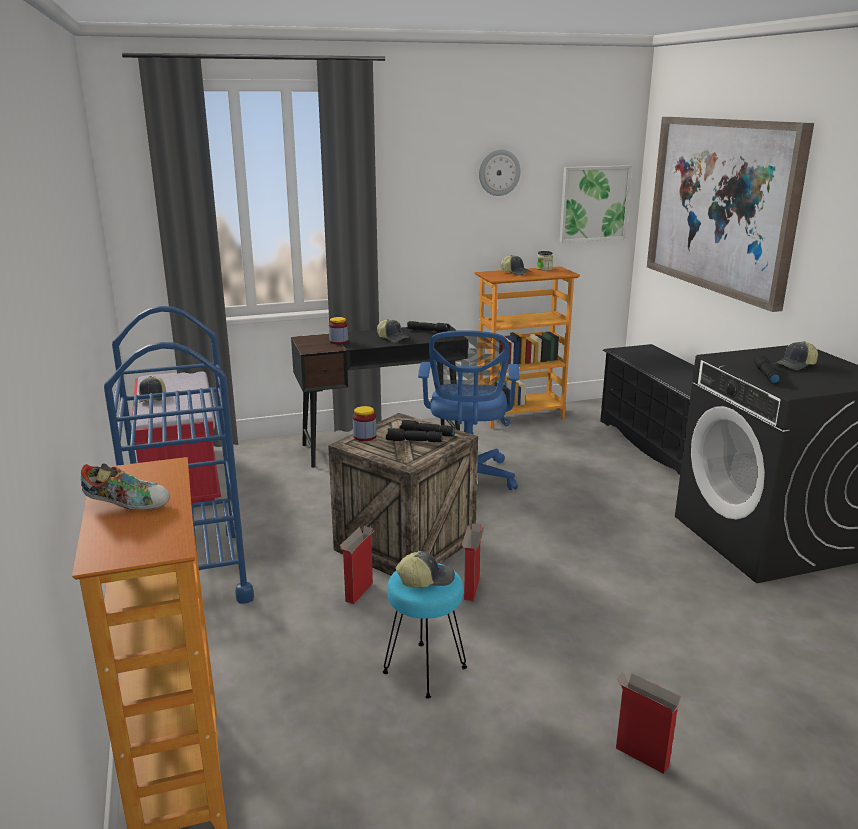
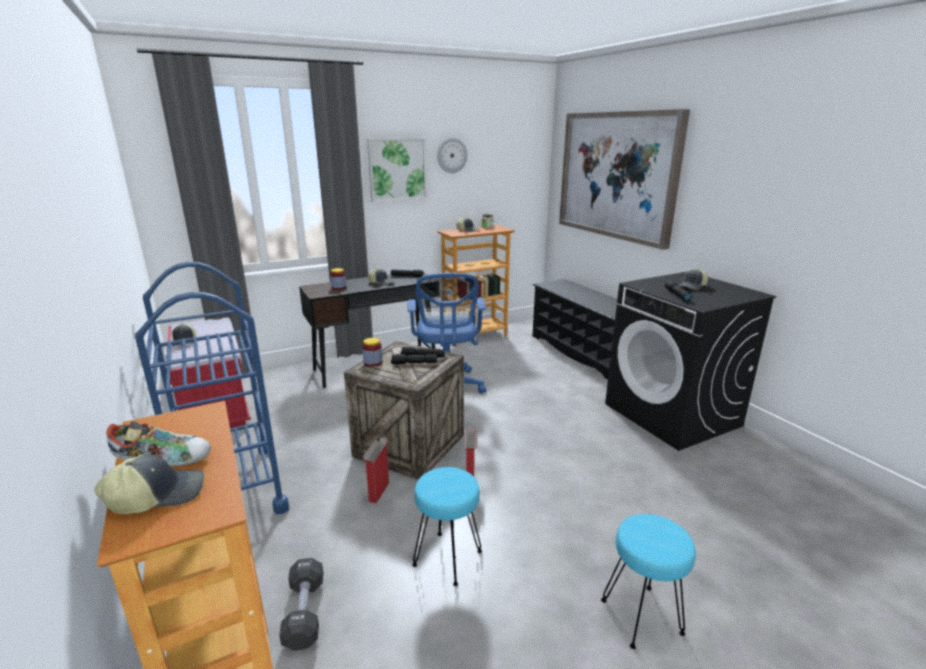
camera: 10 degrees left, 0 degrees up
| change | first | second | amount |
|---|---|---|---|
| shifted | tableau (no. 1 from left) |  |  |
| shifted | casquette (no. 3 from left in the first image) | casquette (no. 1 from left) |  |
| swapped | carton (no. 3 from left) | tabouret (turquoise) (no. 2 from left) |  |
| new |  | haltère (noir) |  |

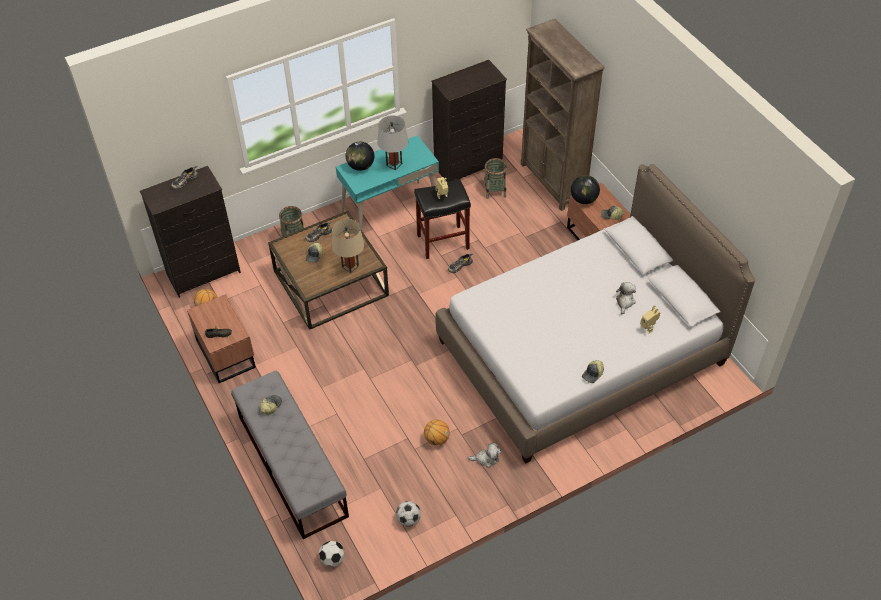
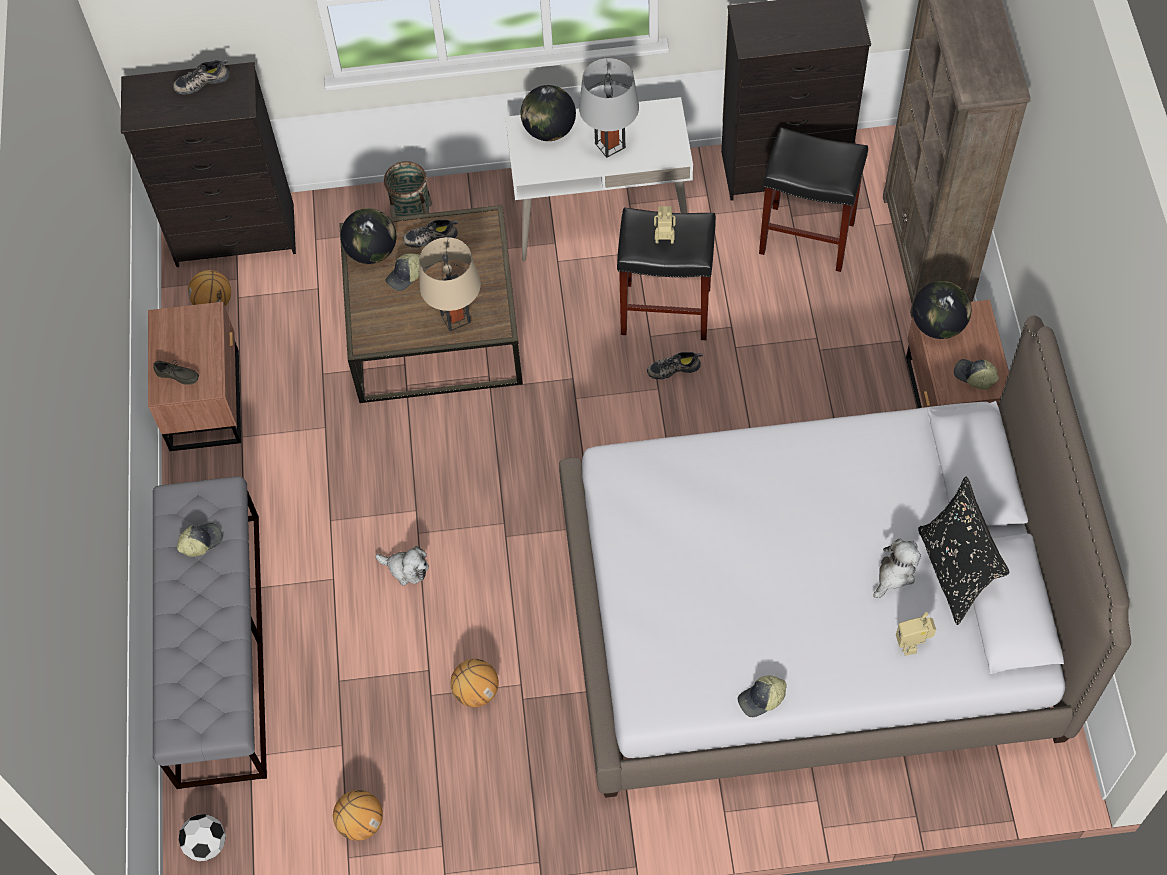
camera: 25 degrees right, 10 degrees up
| change | first | second | amount |
|---|---|---|---|
| repainted | bureau (turquoise) | bureau (blanc) |  |
| swapped | panier (no. 2 from left) | tabouret (noir) (no. 2 from left) |  |
| shifted | peluche (no. 1 from left) |  |  |
| swapped | ballon de foot (no. 2 from left) | ballon de basket (no. 2 from left) |  |
| new |  | globe (no. 1 from left) |  |
| new |  | coussin (noir) |  |

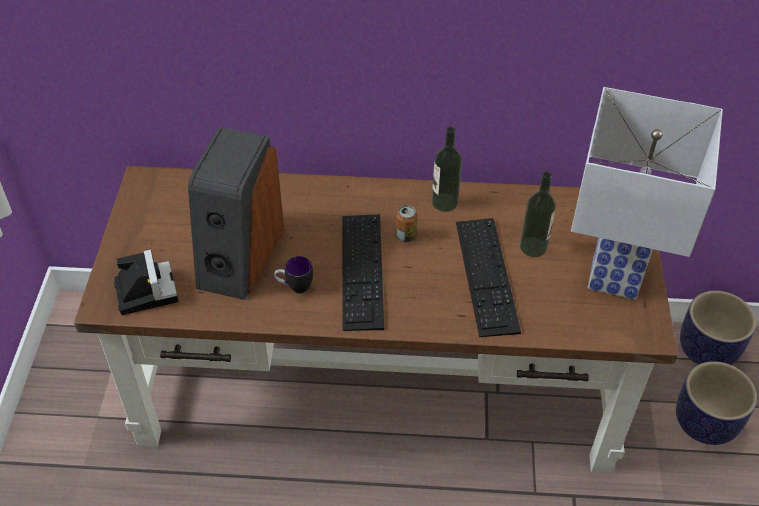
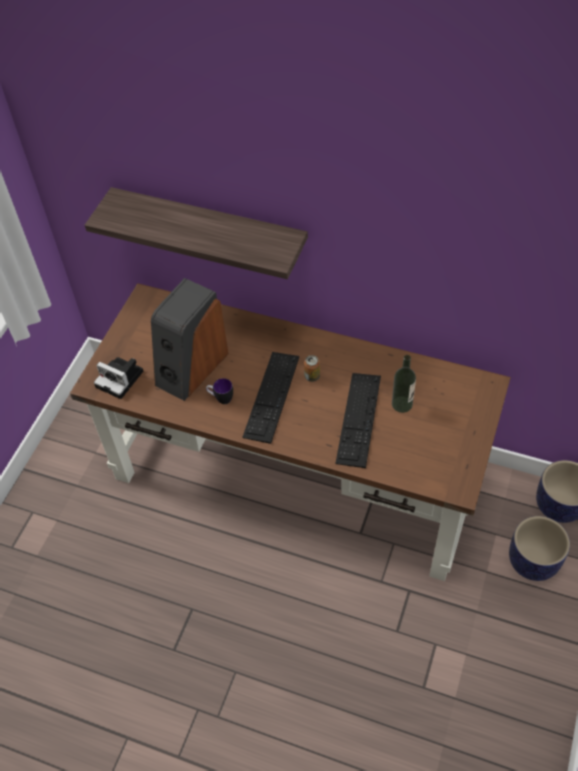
camera: 20 degrees right, 5 degrees up
| change | first | second | amount |
|---|---|---|---|
| gone | lampe de table (blanc) |  |  |
| gone | bouteille (no. 1 from left) |  |  |
| rotated | appareil photo |  | 120 degrees clockwise |
| new |  | étagère |  |

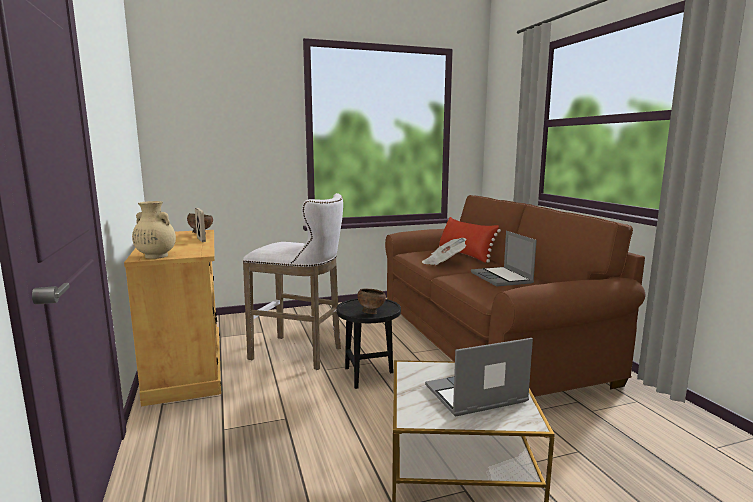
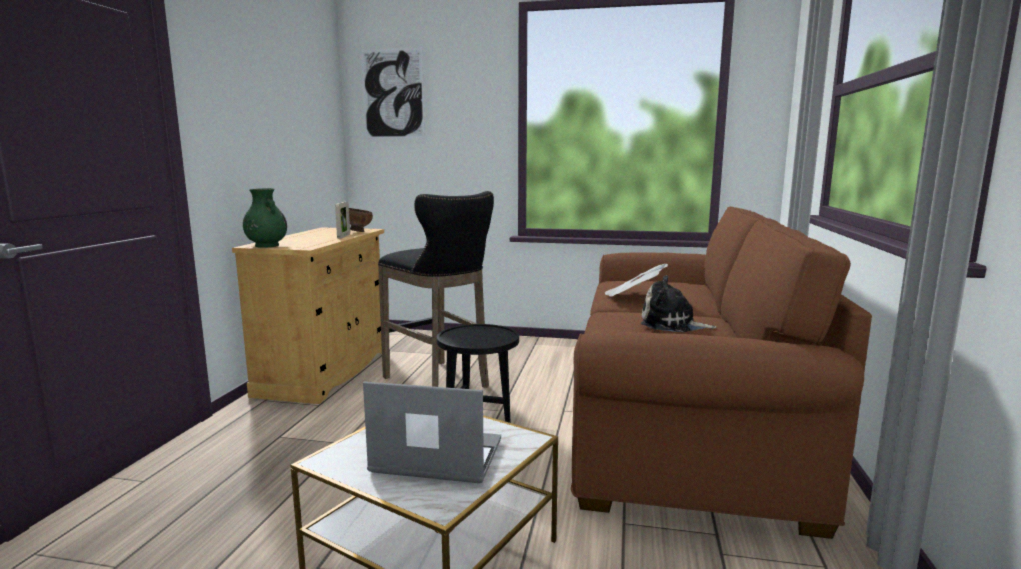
camera: 30 degrees right, 0 degrees up
| change | first | second | amount |
|---|---|---|---|
| repainted | tabouret (blanc) | tabouret (noir) |  |
| repainted | vase (beige) | vase (vert) |  |
| gone | coussin (rouge) |  |  |
| swapped | ordinateur portable (no. 2 from left) | peluche |  |
| gone | bol (marron) (no. 2 from left) |  |  |
| new |  | tableau |  |

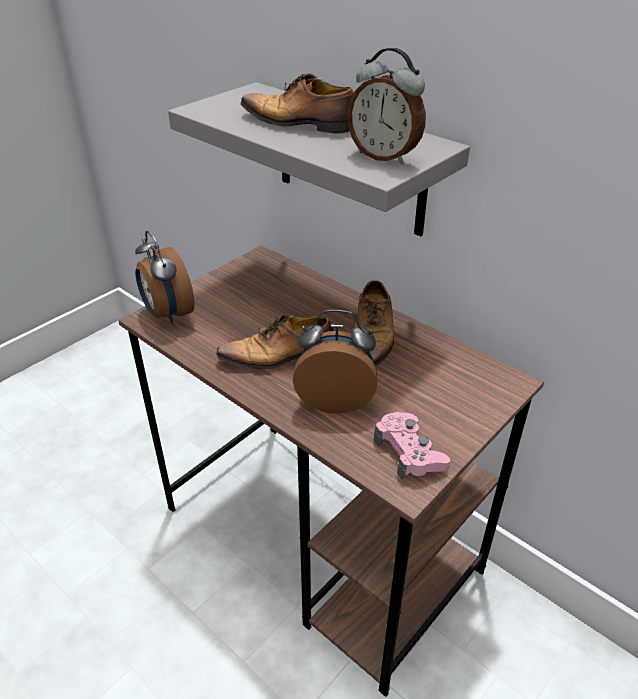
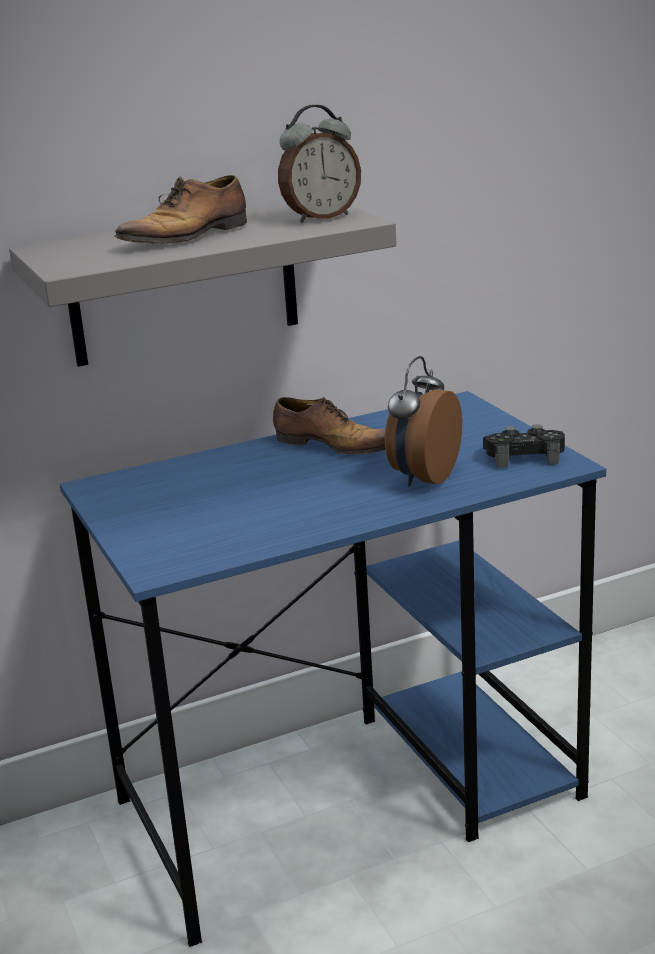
camera: 65 degrees left, 15 degrees down
| change | first | second | amount |
|---|---|---|---|
| gone | réveil (no. 1 from left) |  |  |
| repainted | bureau (marron) | bureau (bleu) |  |
| gone | chaussure (no. 1 from left) |  |  |
| repainted | manette (rose) | manette (noir) |  |

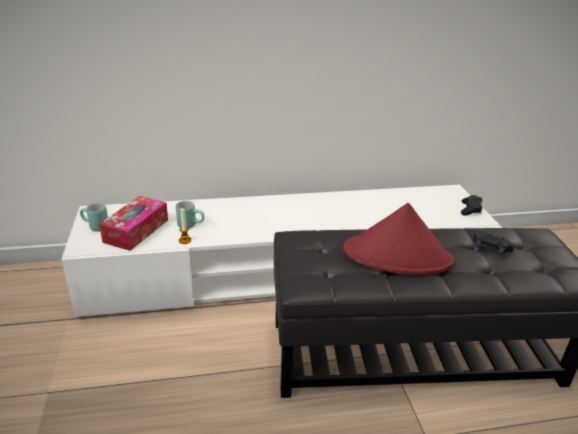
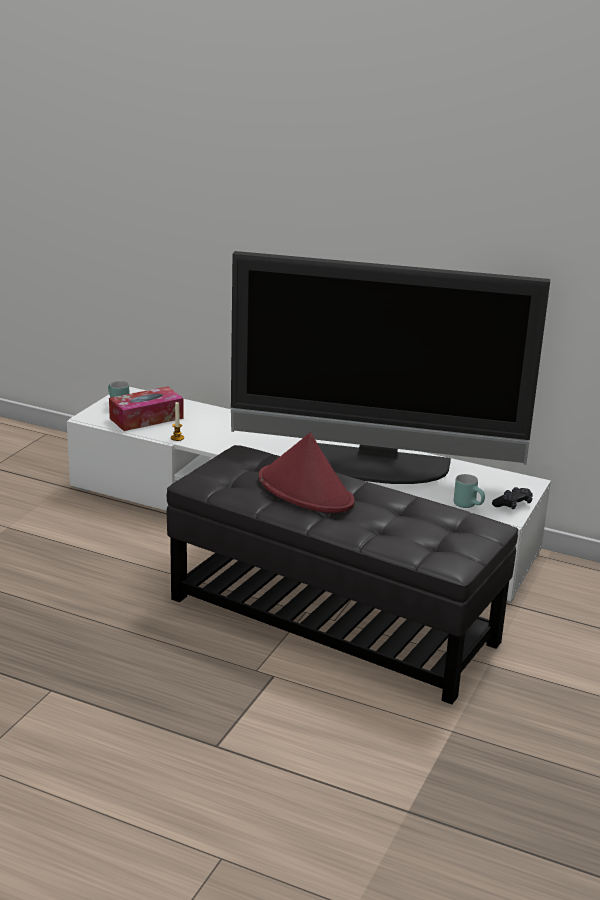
camera: 35 degrees right, 5 degrees down
| change | first | second | amount |
|---|---|---|---|
| shifted | mug (turquoise) (no. 2 from left) |  |  |
| gone | manette (noir) (no. 2 from left) |  |  |
| new |  | téléviseur |  |

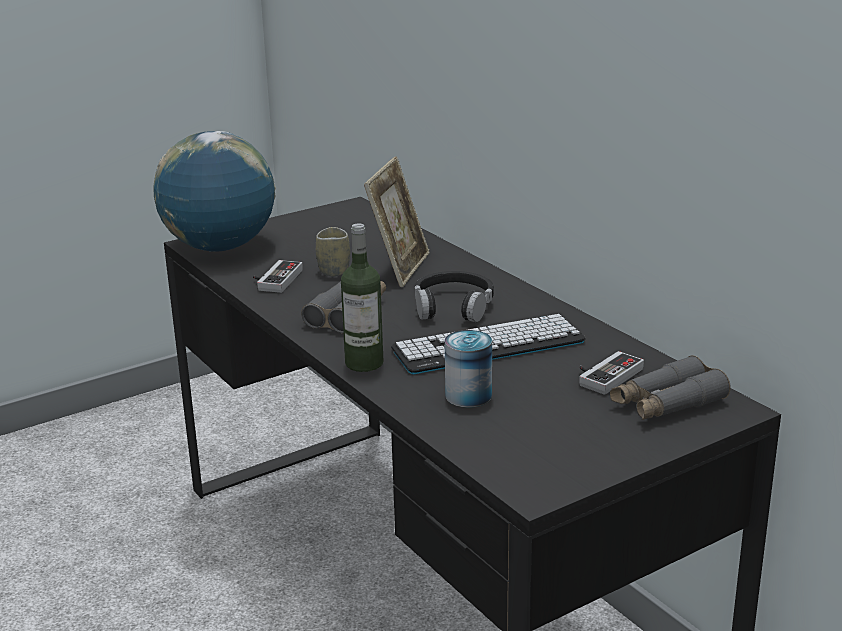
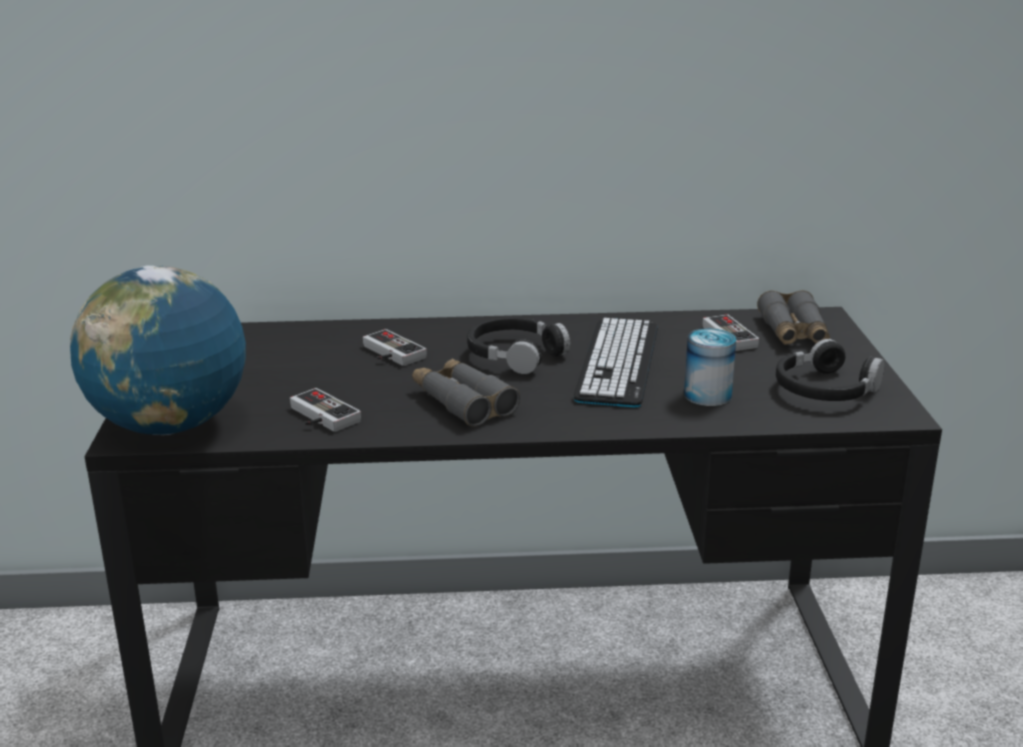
camera: 60 degrees left, 0 degrees up
| change | first | second | amount |
|---|---|---|---|
| swapped | cadre photo | manette (no. 2 from left) |  |
| gone | bouteille |  |  |
| gone | tasse |  |  |
| new |  | casque audio (noir) (no. 2 from left) |  |

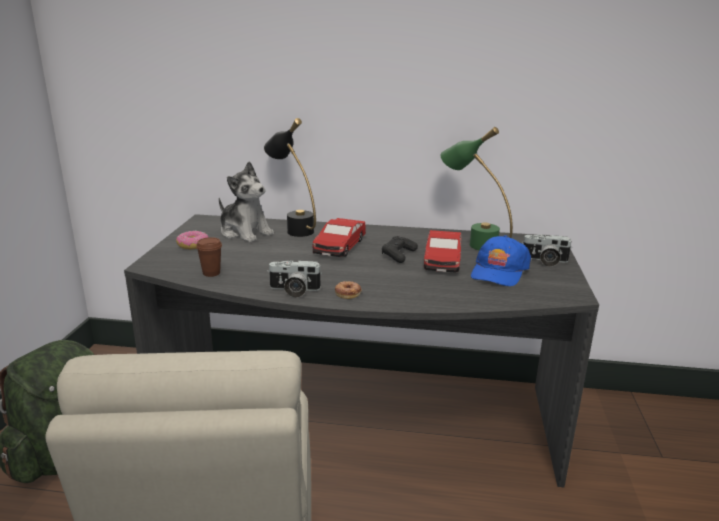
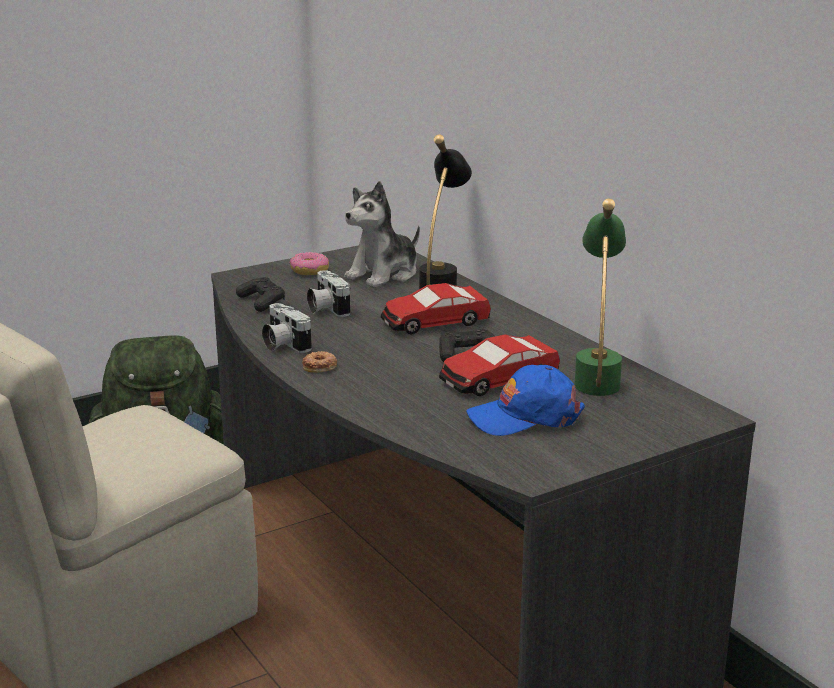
camera: 50 degrees right, 0 degrees up
| change | first | second | amount |
|---|---|---|---|
| rotated | peluche |  | 45 degrees clockwise |
| shifted | appareil photo (no. 2 from left) |  |  |
| swapped | tasse (marron) | manette (noir) (no. 1 from left) |  |

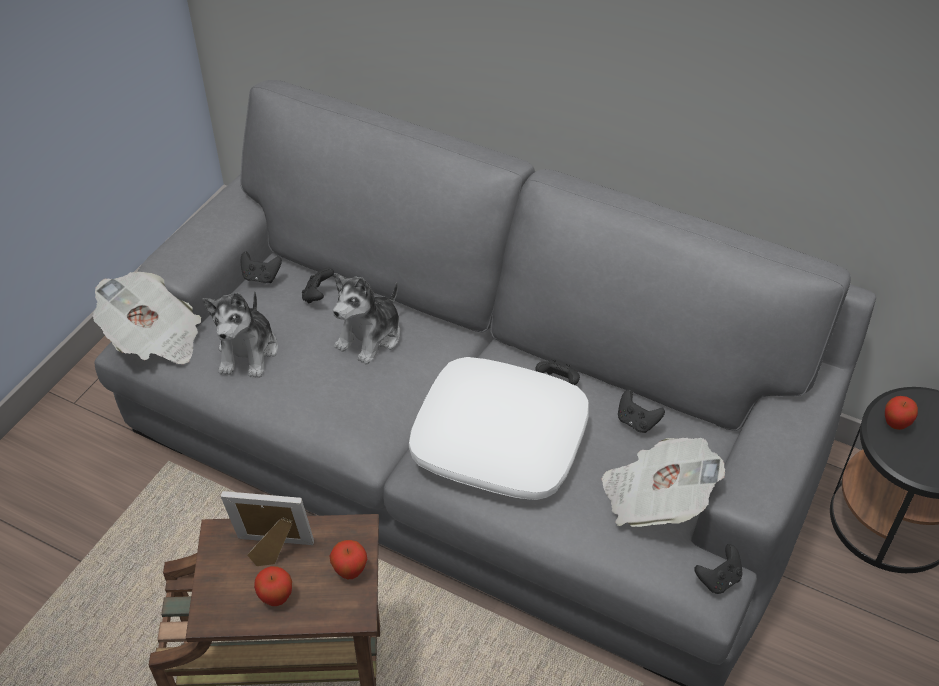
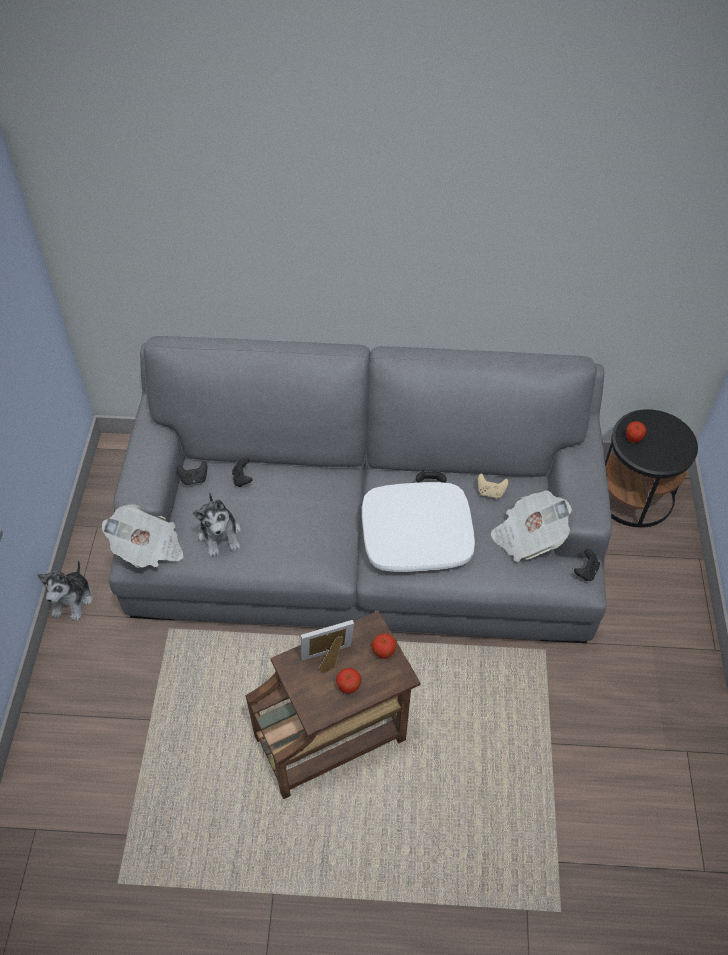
camera: 25 degrees left, 5 degrees up
| change | first | second | amount |
|---|---|---|---|
| shifted | peluche (no. 2 from left in the first image) | peluche (no. 1 from left) |  |
| repainted | manette (noir) (no. 4 from left) | manette (beige) |  |

